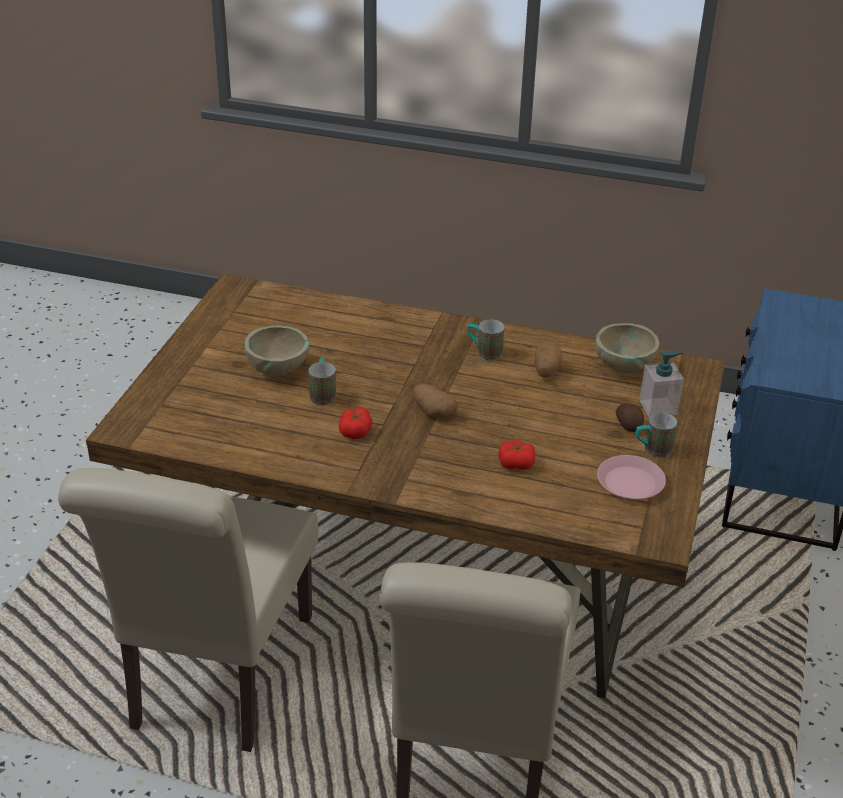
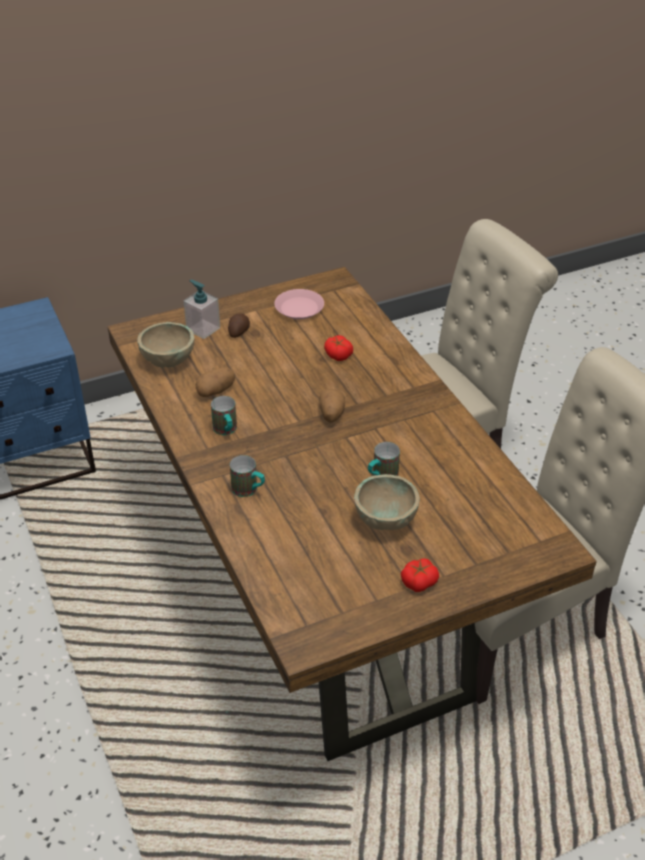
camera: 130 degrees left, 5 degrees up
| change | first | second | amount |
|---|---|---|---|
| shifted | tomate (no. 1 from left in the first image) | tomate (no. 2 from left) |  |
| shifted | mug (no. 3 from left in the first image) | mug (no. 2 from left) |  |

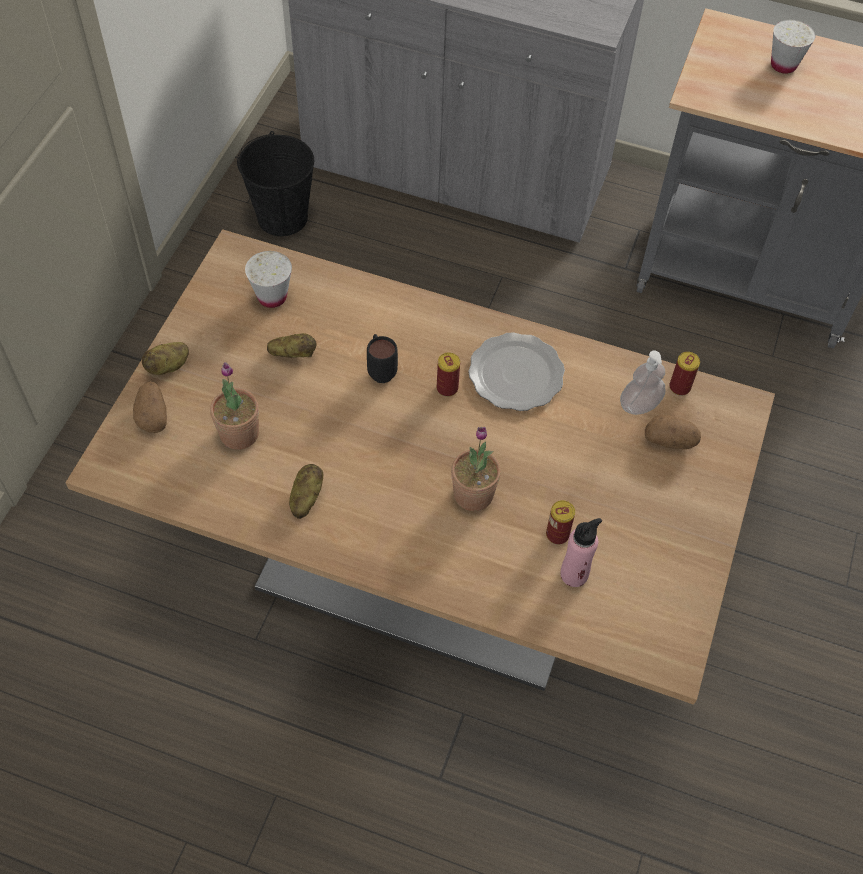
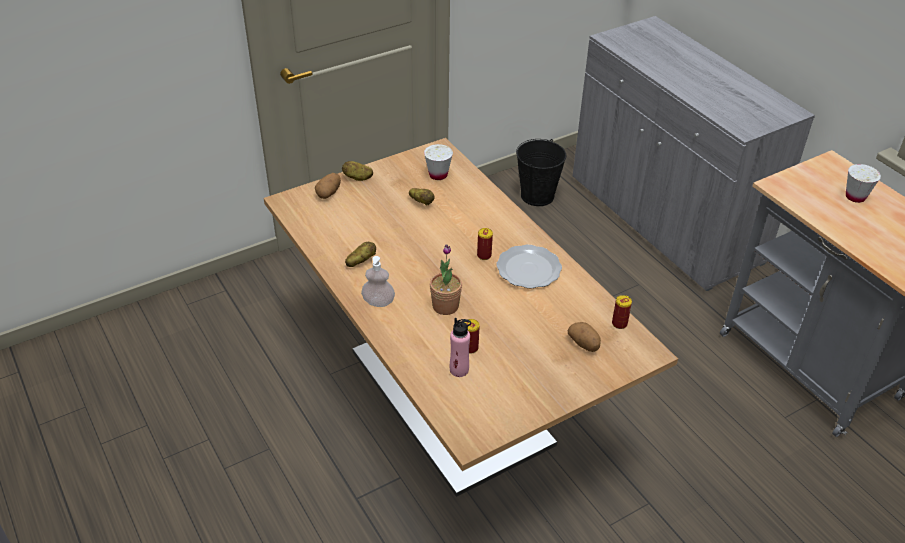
camera: 40 degrees right, 15 degrees down
| change | first | second | amount |
|---|---|---|---|
| gone | mug (noir) |  |  |
| shifted | distributeur de savon |  |  |
| gone | plante en pot (no. 1 from left) |  |  |

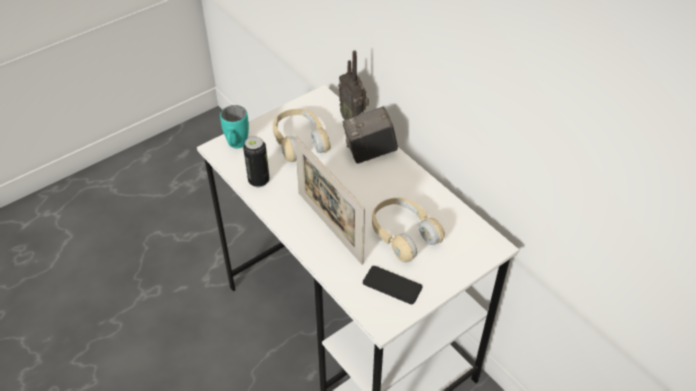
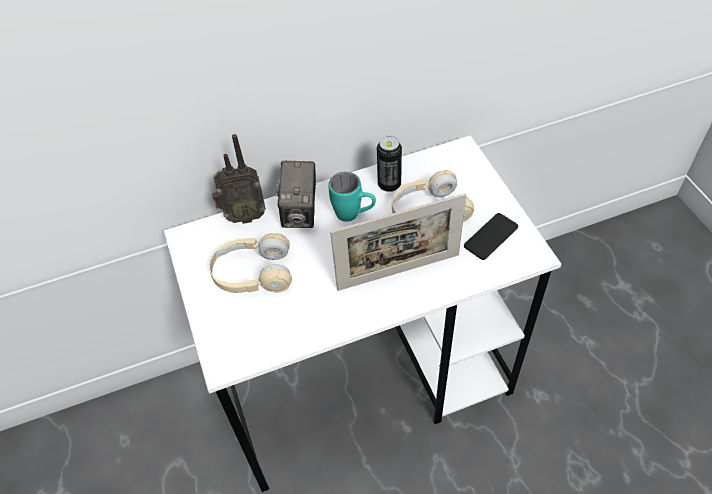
camera: 70 degrees left, 5 degrees up
| change | first | second | amount |
|---|---|---|---|
| shifted | mug (turquoise) |  |  |
| shifted | boîte métallique |  |  |

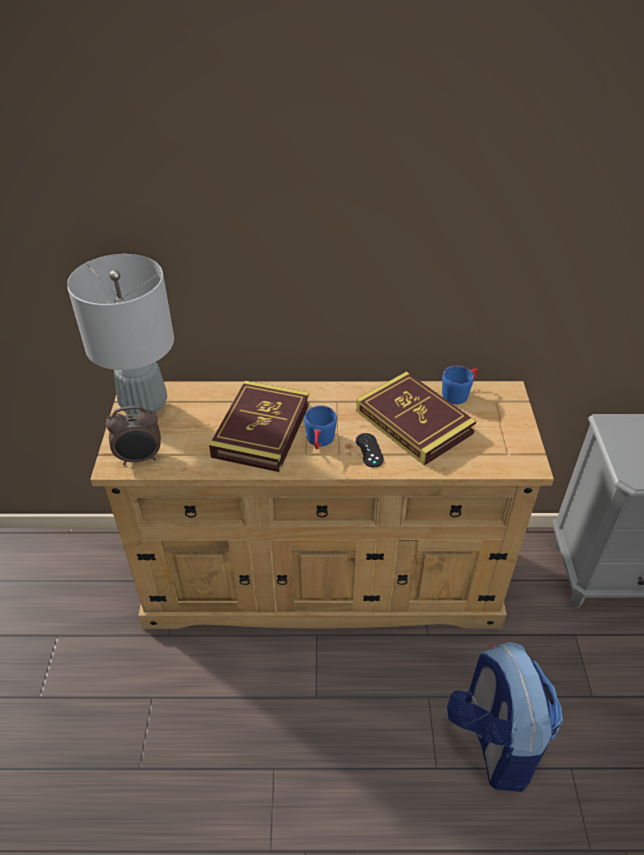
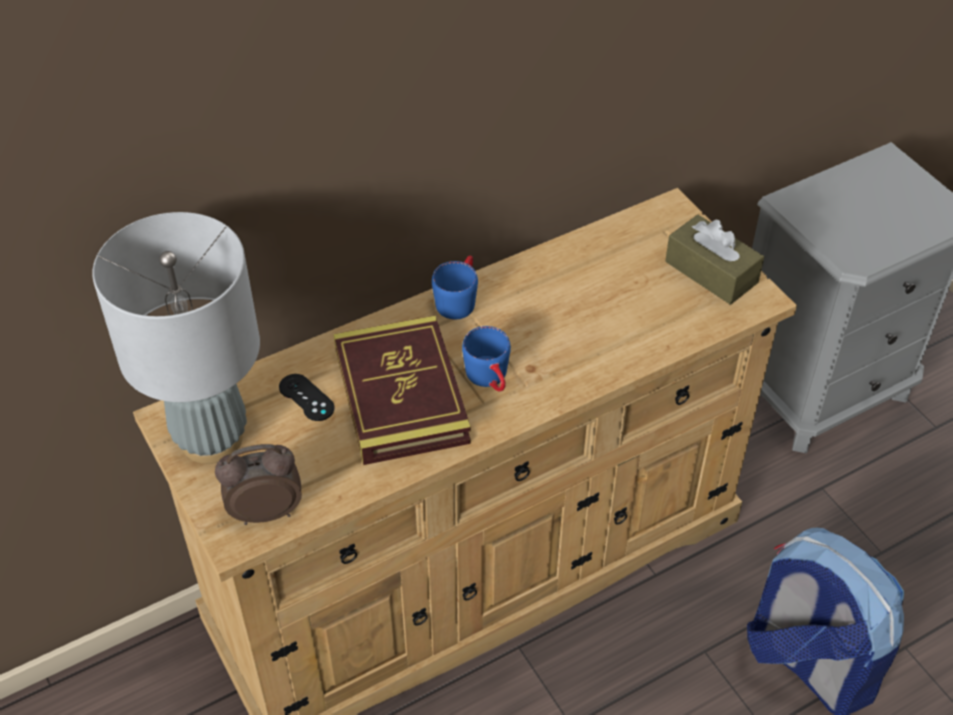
camera: 30 degrees left, 5 degrees up
| change | first | second | amount |
|---|---|---|---|
| shifted | mug (bleu) (no. 2 from left in the first image) | mug (bleu) (no. 1 from left) |  |
| gone | livre (no. 2 from left) |  |  |
| rotated | réveil |  | 150 degrees counterclockwise |
| shifted | manette (noir) |  |  |
| new |  | boîte à mouchoirs (marron) |  |

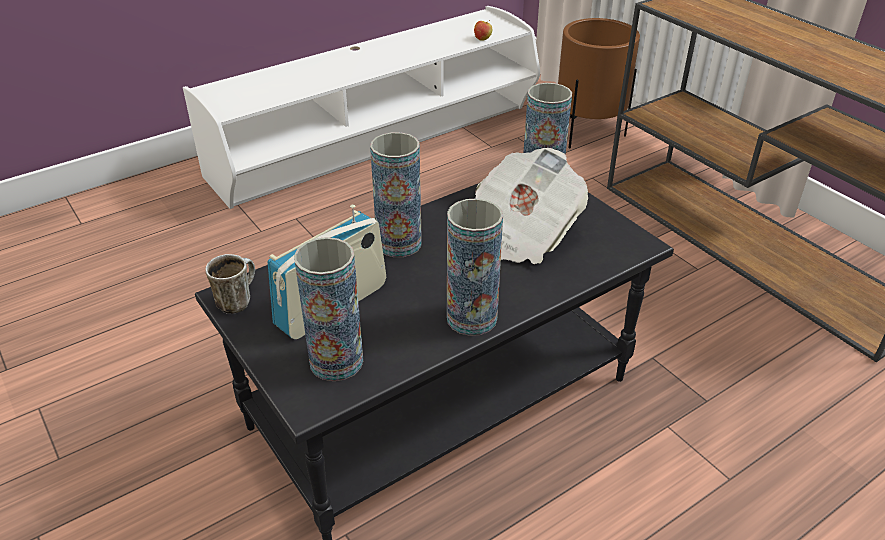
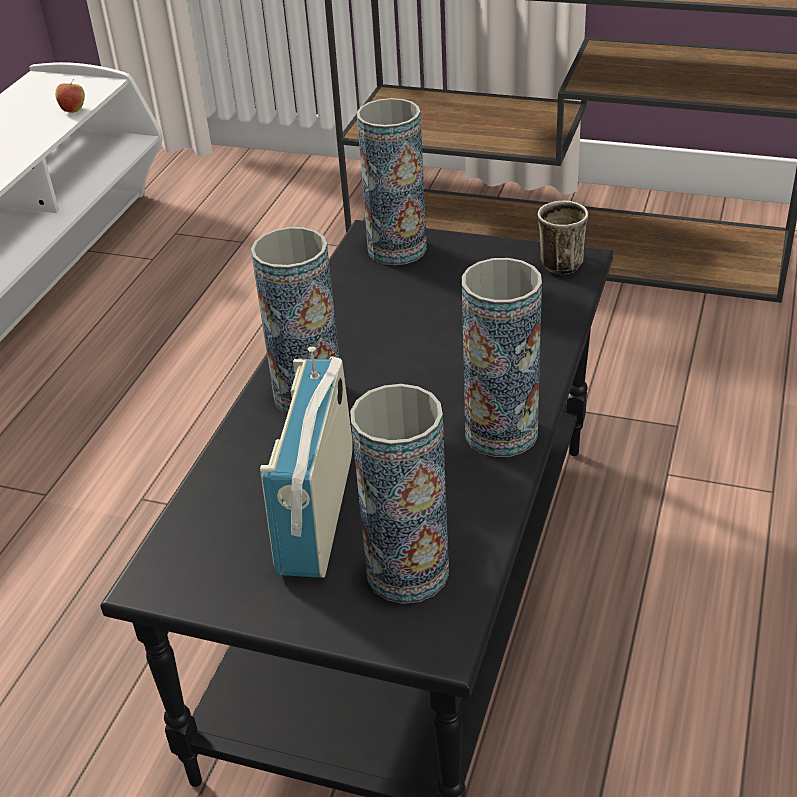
camera: 35 degrees left, 0 degrees up
| change | first | second | amount |
|---|---|---|---|
| gone | cache-pot (marron) |  |  |
| gone | journal |  |  |
| shifted | mug |  |  |

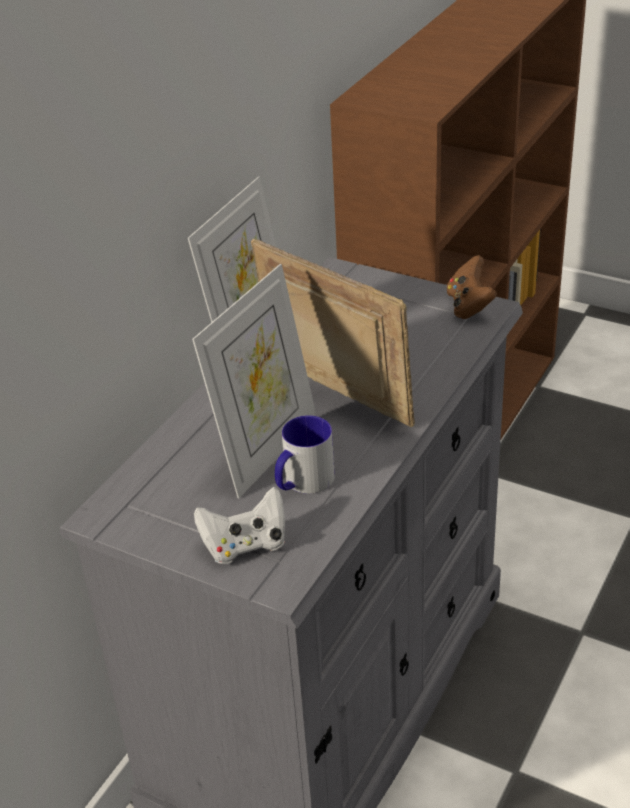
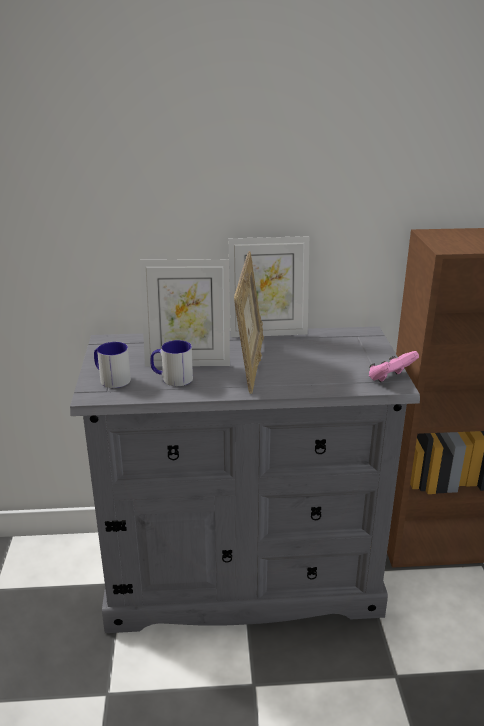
camera: 55 degrees right, 10 degrees down
| change | first | second | amount |
|---|---|---|---|
| repainted | manette (marron) | manette (rose) |  |
| swapped | manette (blanc) | mug (no. 1 from left) |  |

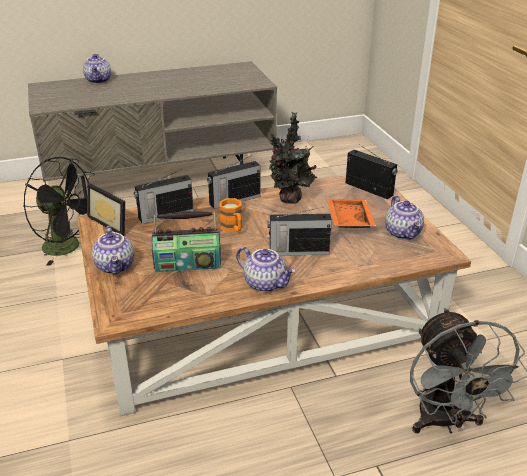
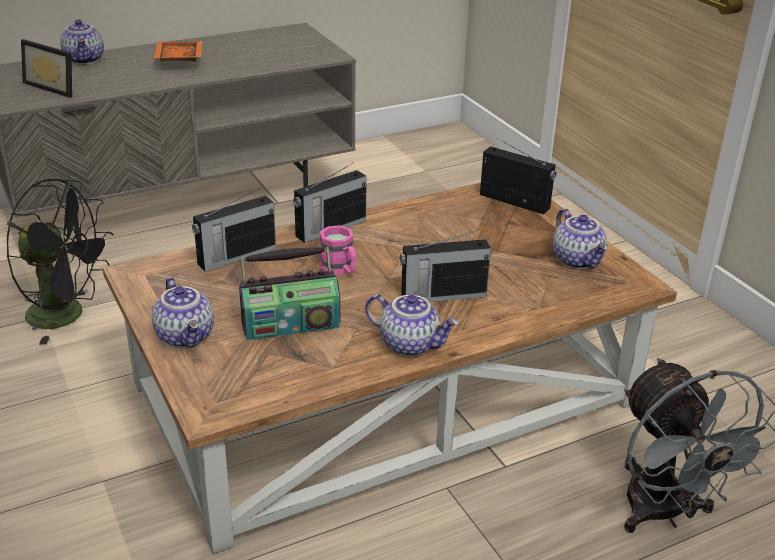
camera: 10 degrees left, 0 degrees up
| change | first | second | amount |
|---|---|---|---|
| gone | plante en pot |  |  |
| shifted | cadre photo |  |  |
| repainted | mug (orange) | mug (rose) |  |
| shifted | plateau (orange) |  |  |

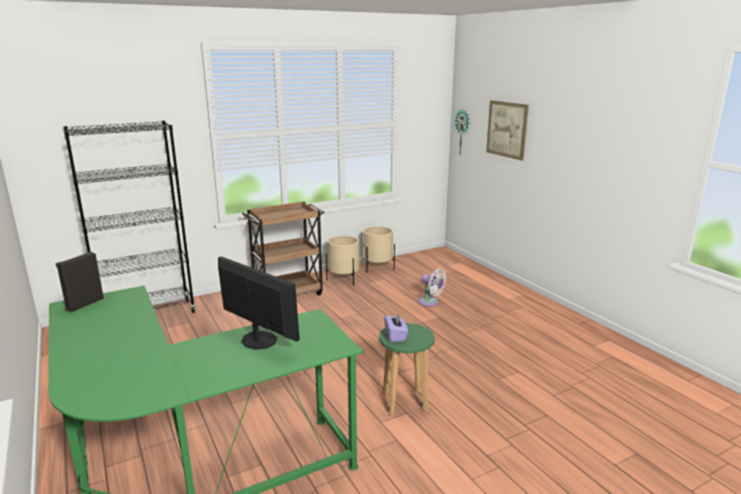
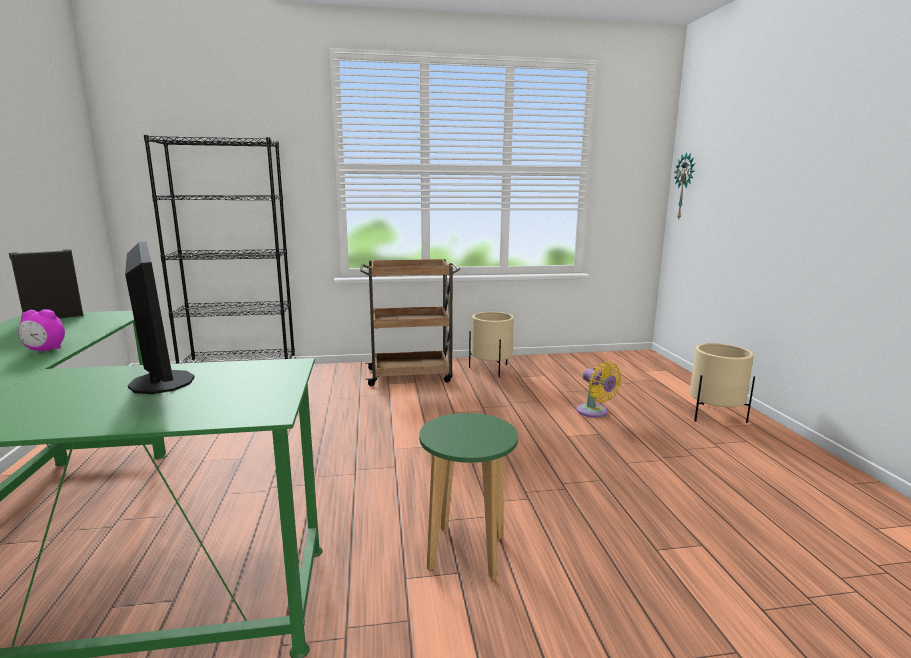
camera: 20 degrees right, 5 degrees down
| change | first | second | amount |
|---|---|---|---|
| gone | tableau |  |  |
| shifted | cache-pot (beige) (no. 2 from left) |  |  |
| repainted | ventilateur (blanc) | ventilateur (jaune) |  |
| gone | boîte à mouchoirs (violet) |  |  |
| new |  | réveil |  |

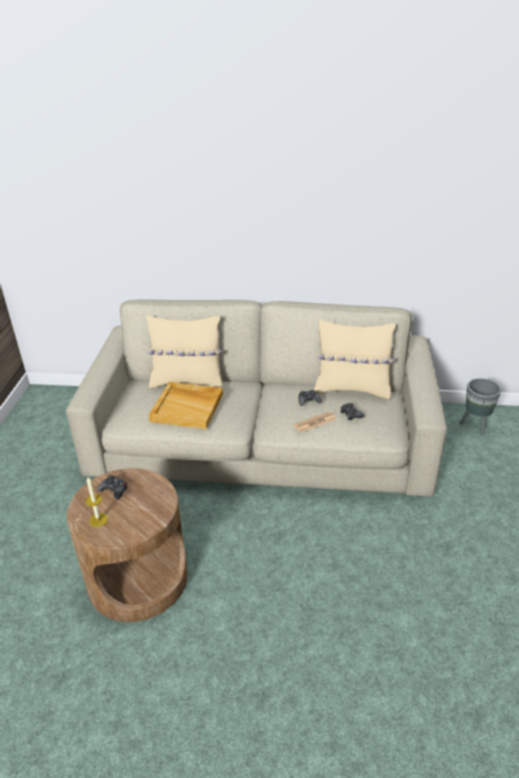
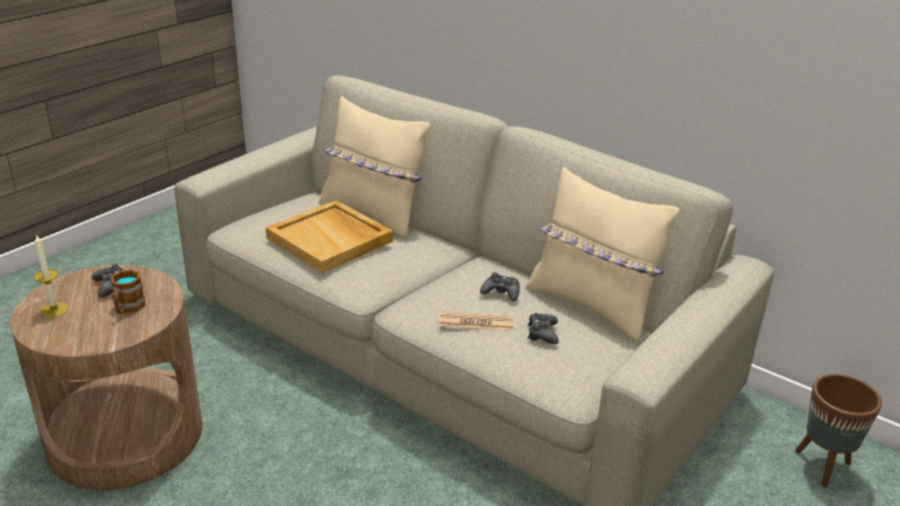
camera: 30 degrees right, 5 degrees down
| change | first | second | amount |
|---|---|---|---|
| repainted | cache-pot (gris) | cache-pot (marron) |  |
| new |  | mug |  |

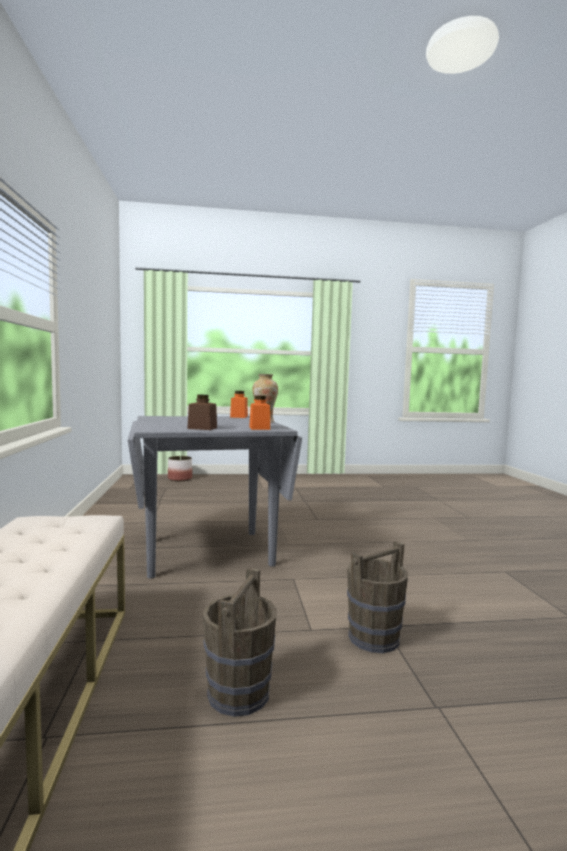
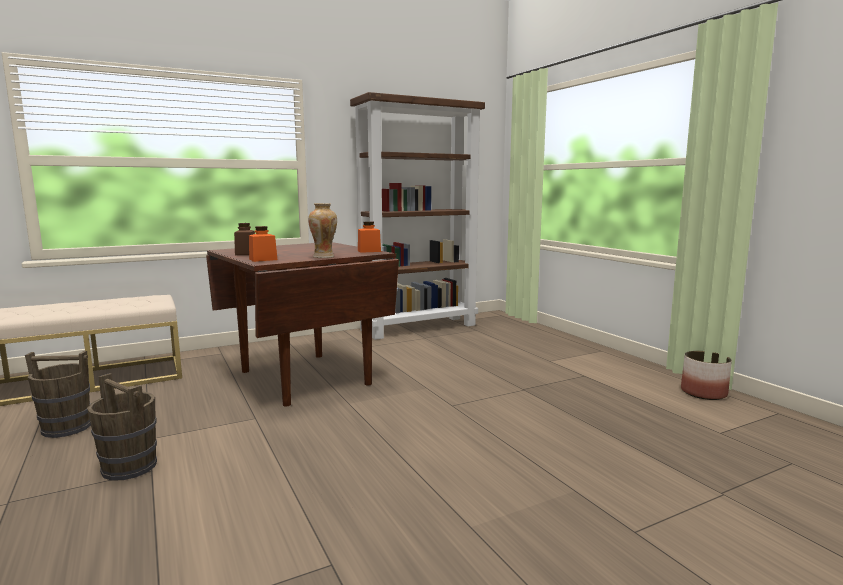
camera: 70 degrees right, 5 degrees up
| change | first | second | amount |
|---|---|---|---|
| repainted | table à manger (gris) | table à manger (marron) |  |
| shifted | cache-pot |  |  |
| new |  | bibliothèque (marron) |  |

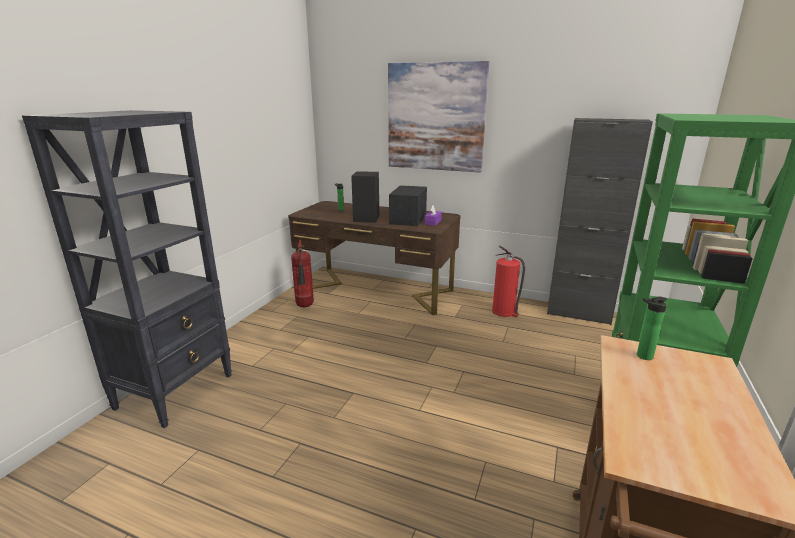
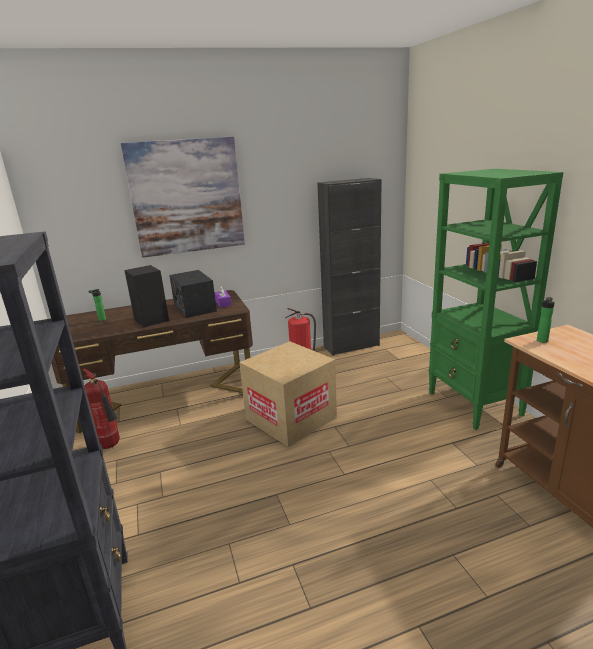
camera: 40 degrees left, 0 degrees up
| change | first | second | amount |
|---|---|---|---|
| new |  | carton |  |

